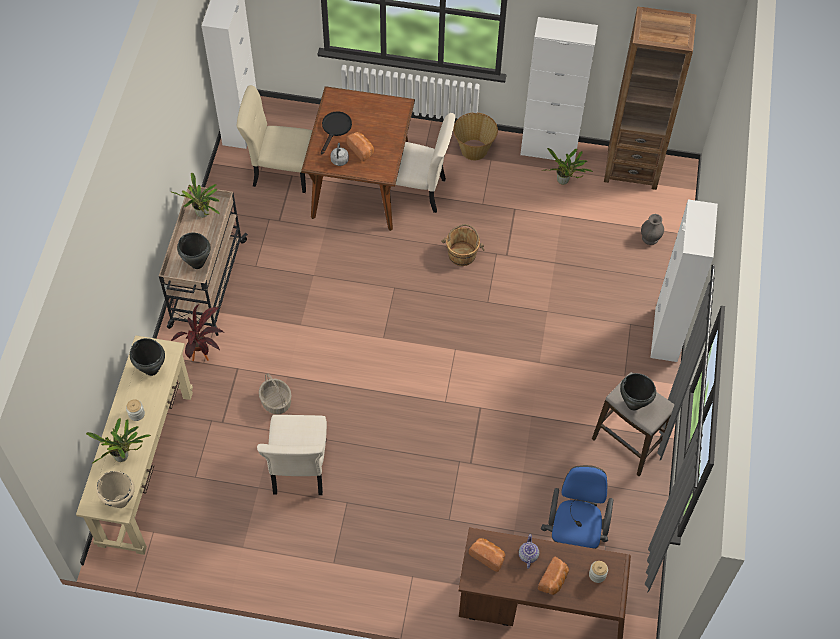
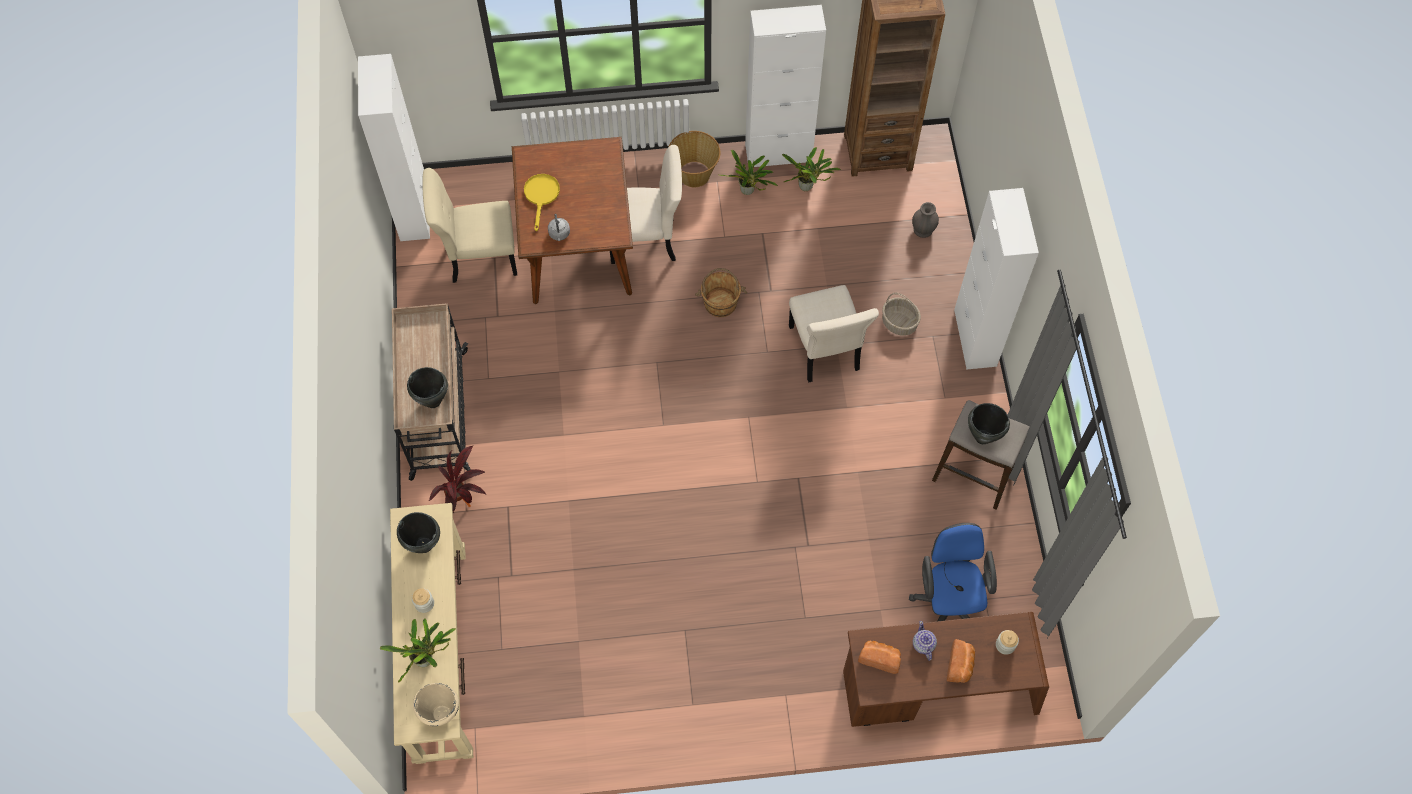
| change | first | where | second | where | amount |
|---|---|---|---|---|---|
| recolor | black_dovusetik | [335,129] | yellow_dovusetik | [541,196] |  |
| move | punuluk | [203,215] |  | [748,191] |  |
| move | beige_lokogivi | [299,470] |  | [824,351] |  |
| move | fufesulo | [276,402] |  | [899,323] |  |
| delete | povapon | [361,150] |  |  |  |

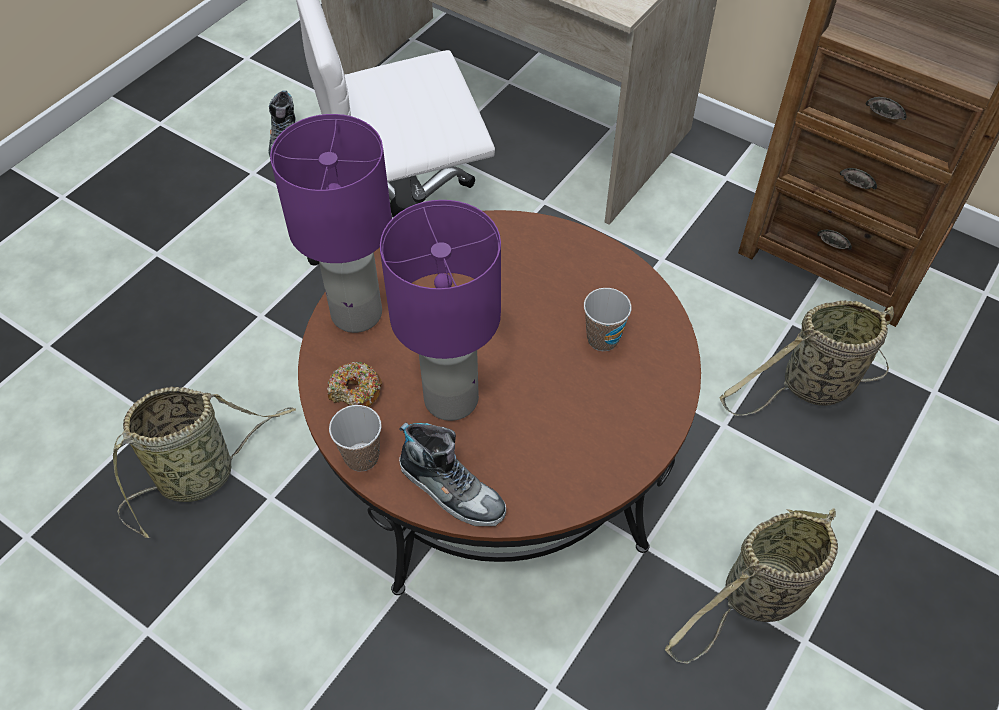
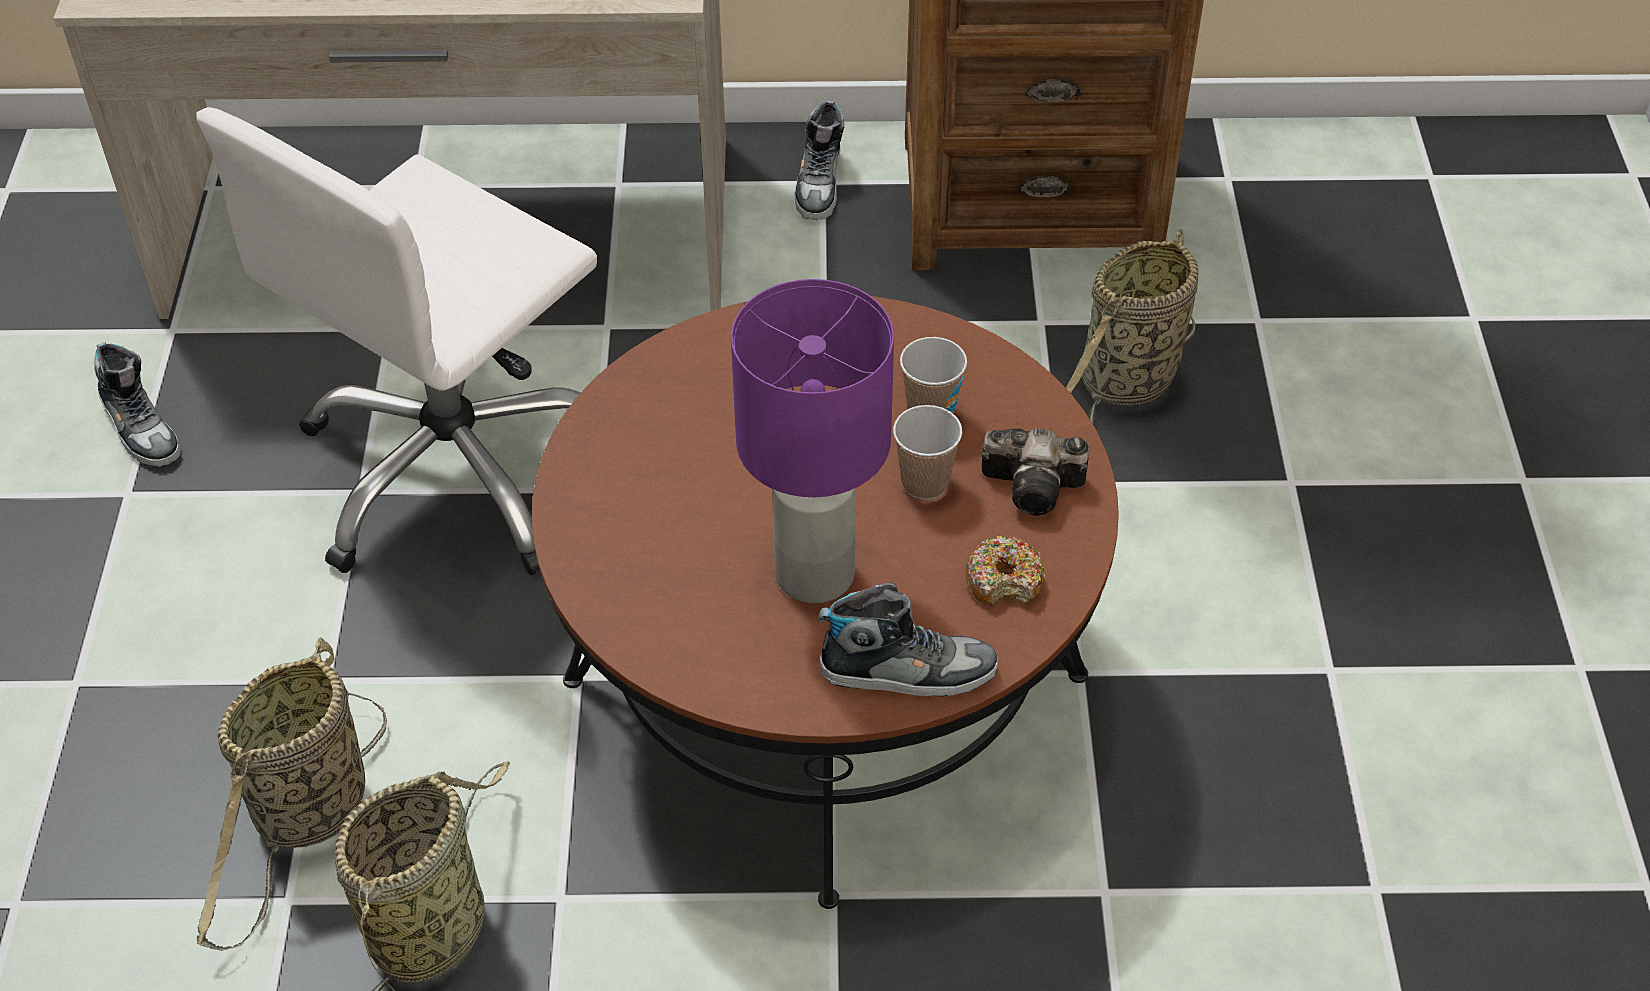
| change | first | where | second | where | amount |
|---|---|---|---|---|---|
| move | fufesulo | [758,598] |  | [309,817] |  |
| insert |  |  | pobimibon | [820,183] |  |
| move | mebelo | [361,457] |  | [925,483] |  |
| move | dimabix | [355,392] |  | [1004,580] |  |
| insert |  |  | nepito | [1037,487] |  |
| delete | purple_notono | [357,314] |  |  |  |

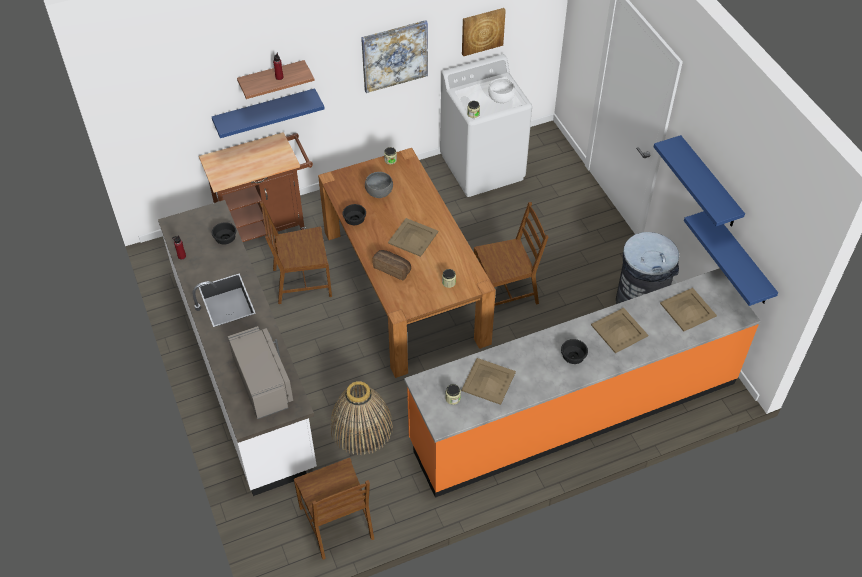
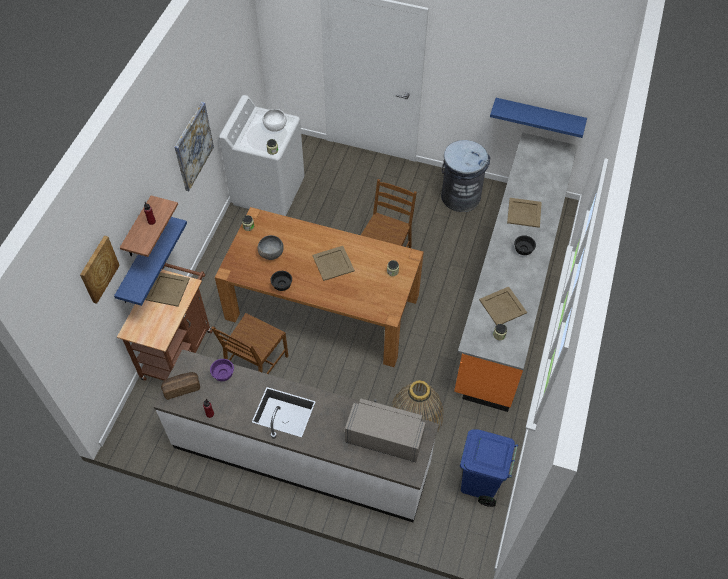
| change | first | where | second | where | amount |
|---|---|---|---|---|---|
| move | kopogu | [482,31] |  | [98,269] |  |
| move | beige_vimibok | [687,310] |  | [168,289] |  |
| move | povapon | [392,268] |  | [181,387] |  |
| recolor | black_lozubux | [226,239] | purple_lozubux | [224,373] |  |
| replace | brown_lokogivi | [338,523] | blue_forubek | [480,483] |  |
| delete | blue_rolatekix | [709,183] |  |  |  |

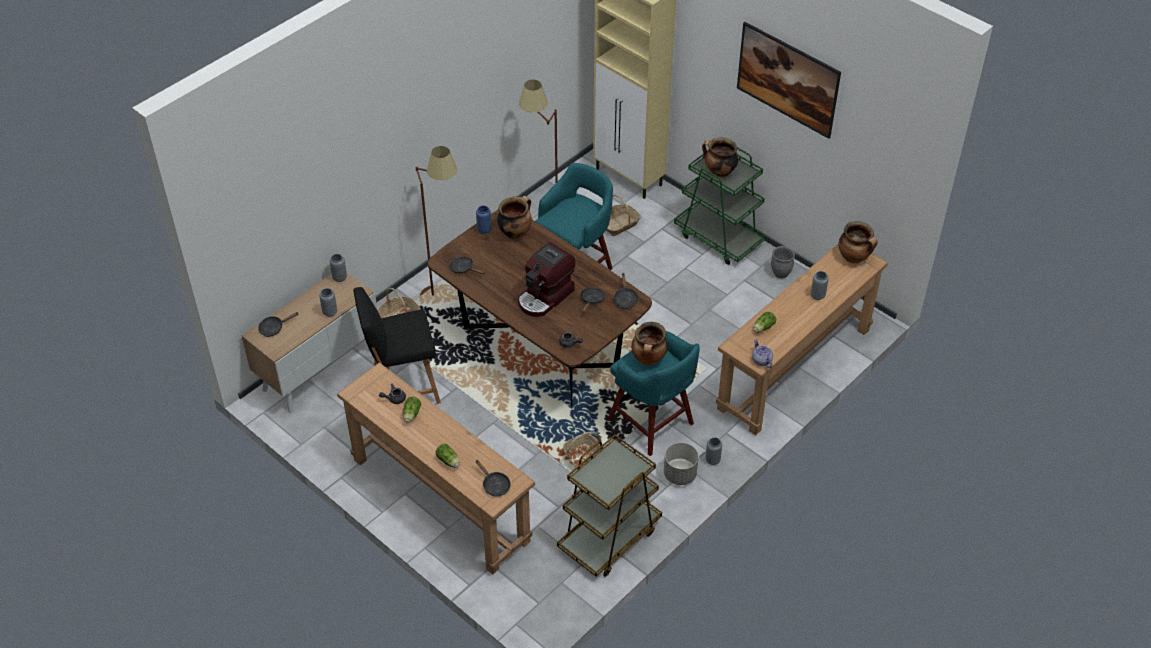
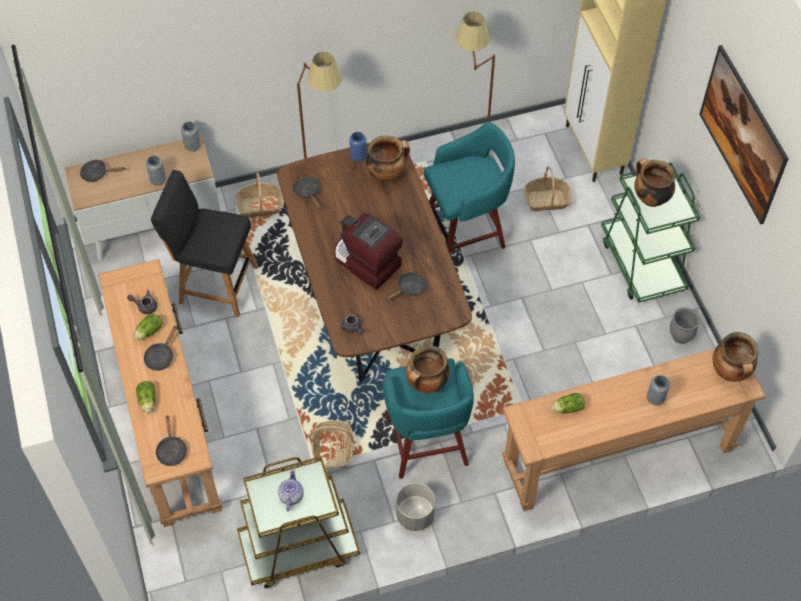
| change | first | where | second | where | amount |
|---|---|---|---|---|---|
| move | black_dovusetik | [625,299] |  | [161,356] |  |
| move | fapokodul | [761,360] |  | [291,495] |  |
| rotate | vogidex | [545,297] |  | [366,263] | 60 degrees clockwise |
| delete | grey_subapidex | [712,460] |  |  |  |

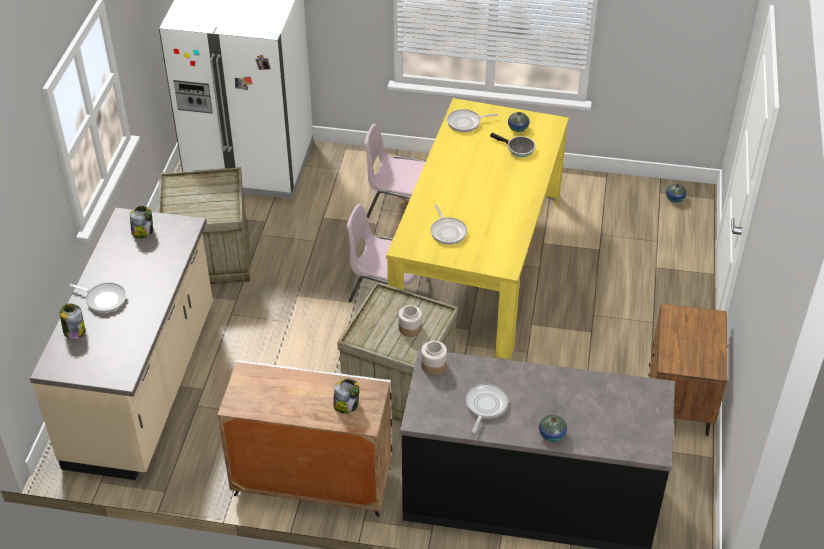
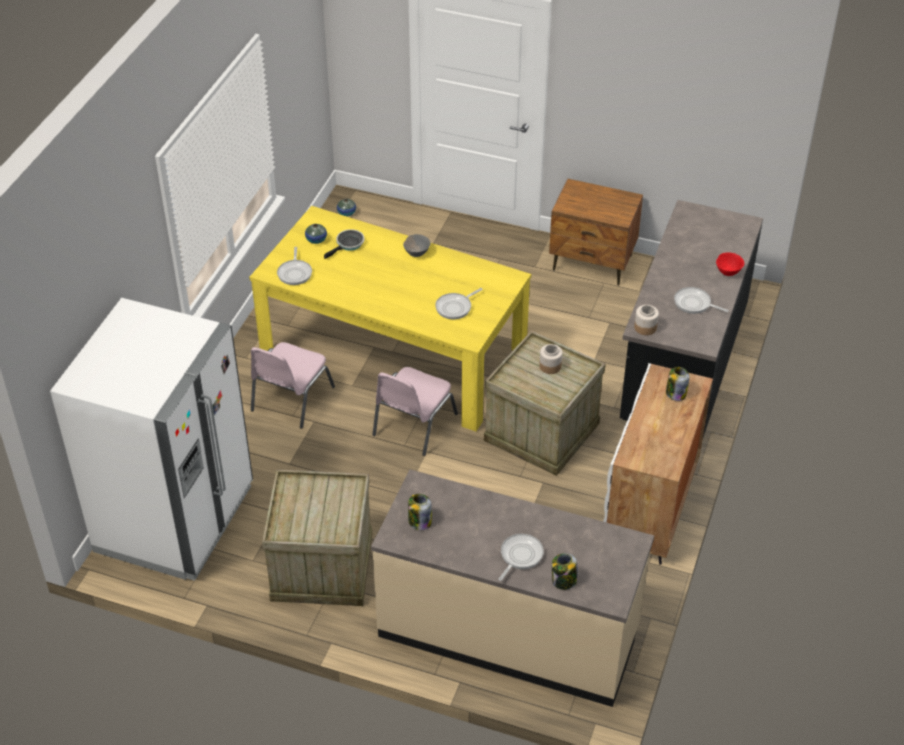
| change | first | where | second | where | amount |
|---|---|---|---|---|---|
| insert |  |  | grey_lozubux | [416,253] |  |
| rotate | dovusetik | [447,231] |  | [455,307] | 150 degrees clockwise |
| replace | subapidex | [552,434] | red_lozubux | [727,272] |  |

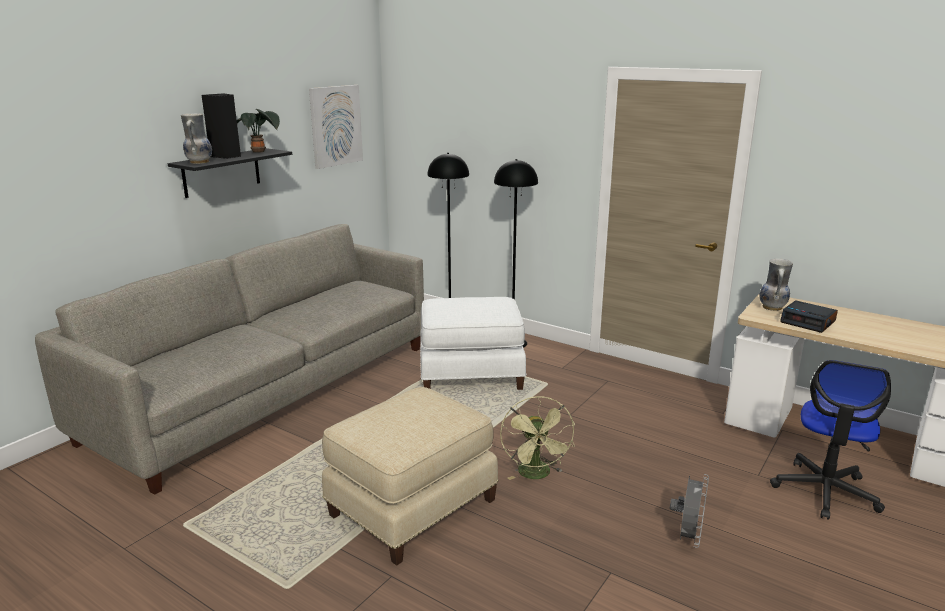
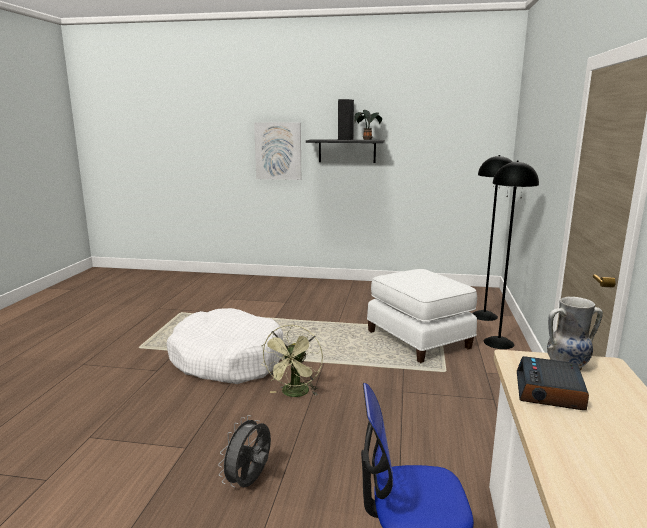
| change | first | where | second | where | amount |
|---|---|---|---|---|---|
| replace | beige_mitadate | [411,506] | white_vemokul | [227,359] |  |
| rotate | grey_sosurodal | [687,537] |  | [249,482] | 120 degrees clockwise |
| move | kopogu | [335,126] |  | [278,151] |  |
| rotate | green_sosurodal | [537,475] |  | [294,394] | 45 degrees counterclockwise |
| delete | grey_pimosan | [268,391] |  |  |  |
| delete | subapidex | [199,162] |  |  |  |

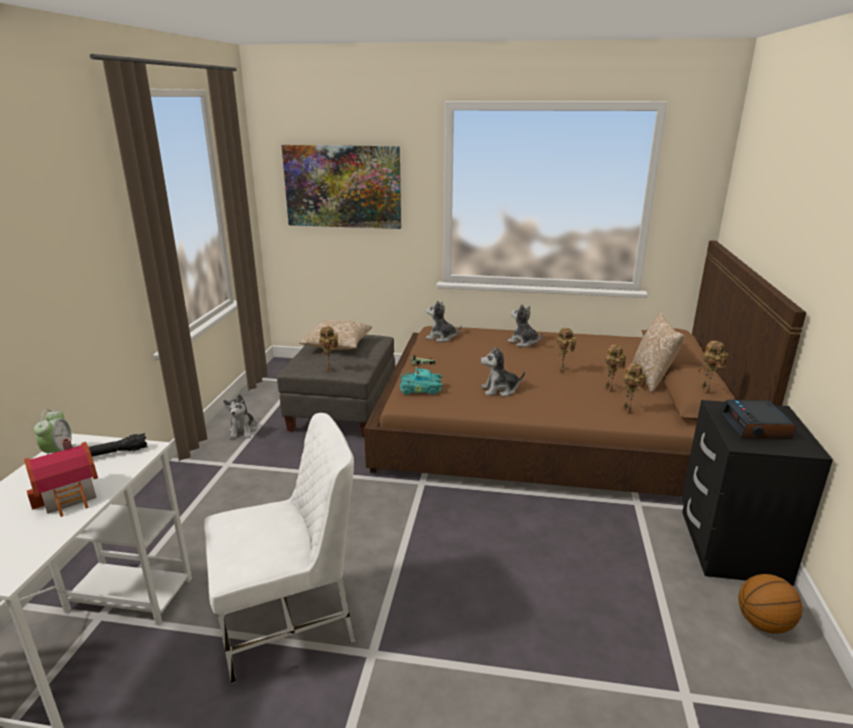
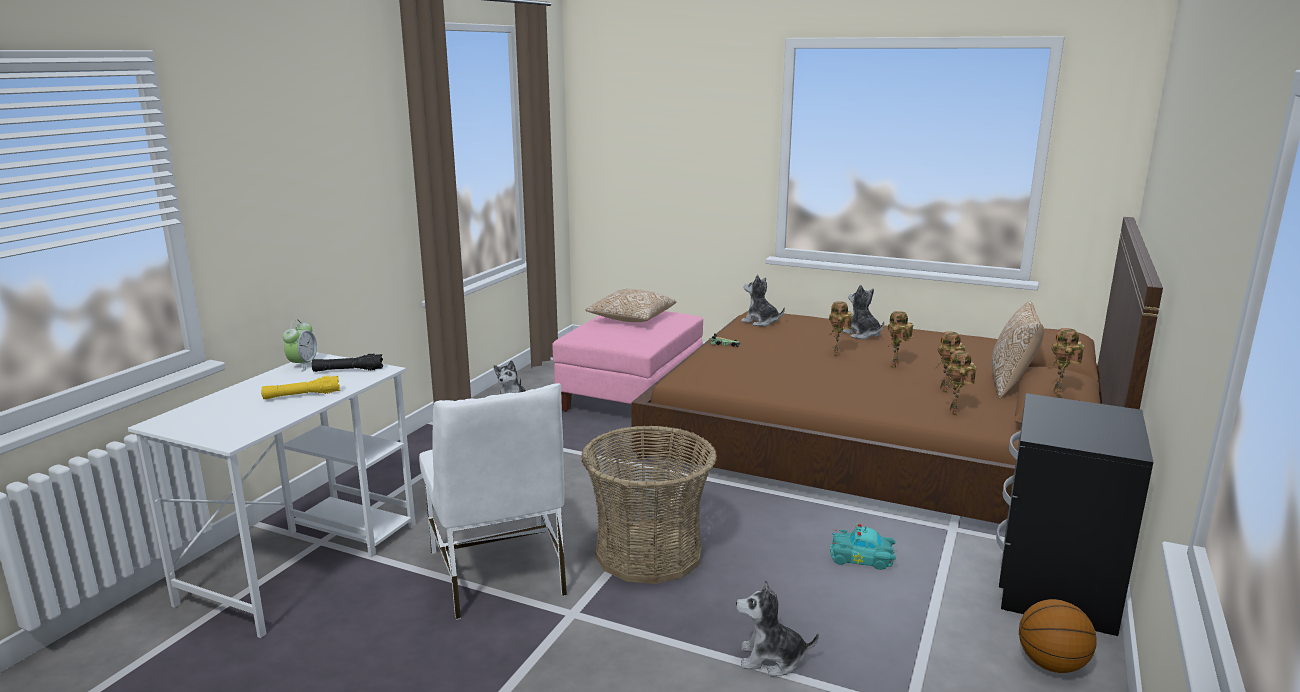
| change | first | where | second | where | amount |
|---|---|---|---|---|---|
| replace | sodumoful | [71,496] | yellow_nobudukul | [301,395] |  |
| rotate | white_lokogivi | [289,621] |  | [499,574] | 75 degrees clockwise |
| recolor | grey_mitadate | [343,409] | pink_mitadate | [632,397] |  |
| insert |  |  | fufesulo | [649,553] |  |
| move | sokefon | [500,390] |  | [771,659] |  |
| move | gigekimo | [330,369] |  | [837,354] |  |
| move | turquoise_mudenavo | [422,389] |  | [863,559] |  |
| delete | kopogu | [342,186] |  |  |  |
| delete | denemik | [755,427] |  |  |  |

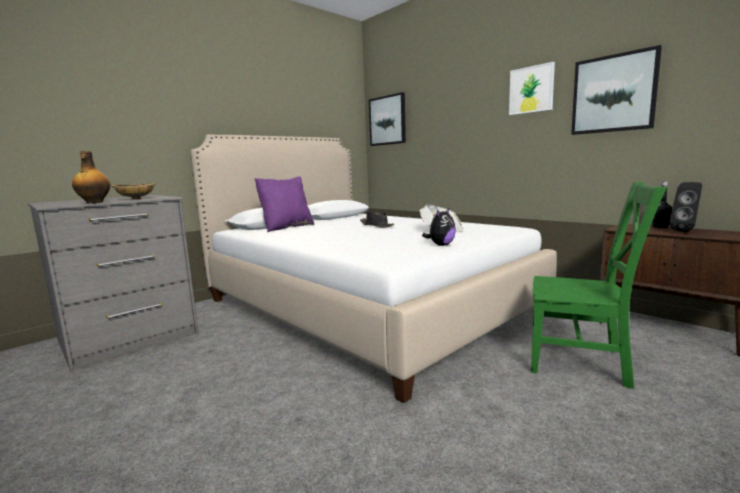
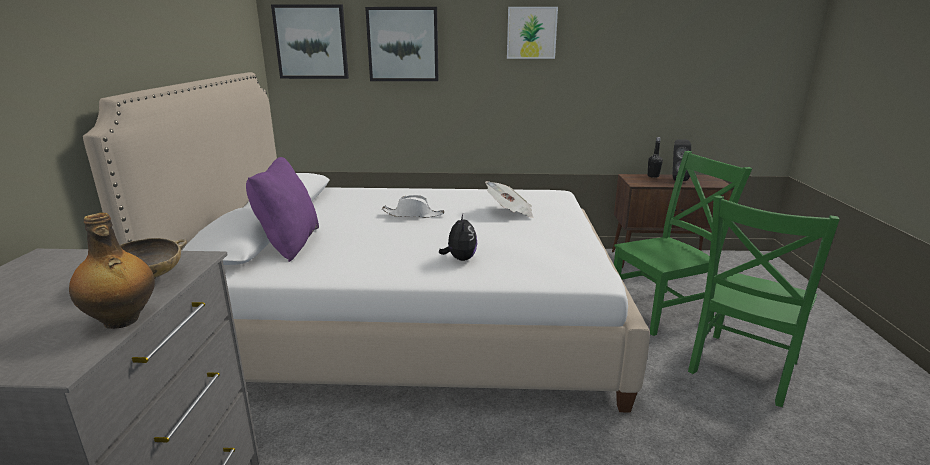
| change | first | where | second | where | amount |
|---|---|---|---|---|---|
| move | kopogu | [613,94] |  | [403,44] |  |
| recolor | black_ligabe | [376,225] | white_ligabe | [413,214] |  |
| move | sokefon | [441,245] |  | [460,259] |  |
| insert |  |  | green_lokogivi | [741,369] |  |

